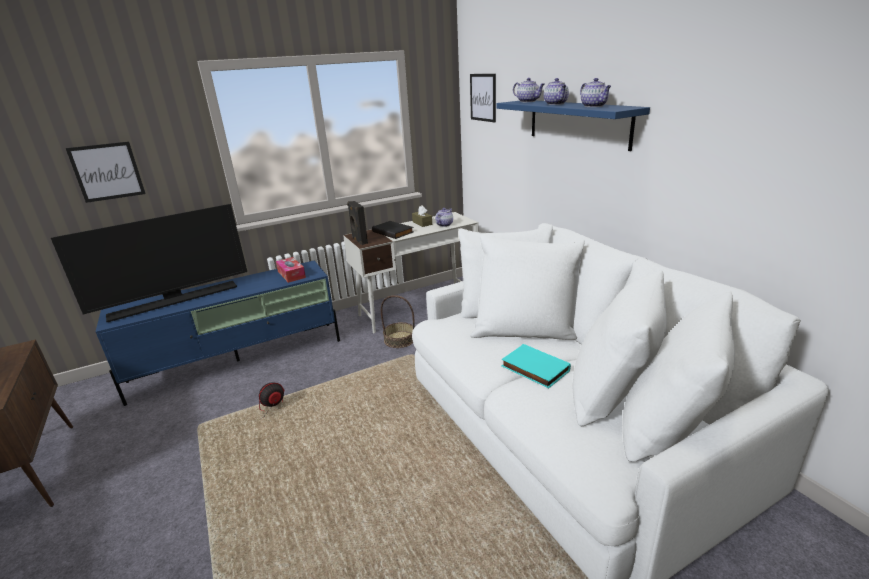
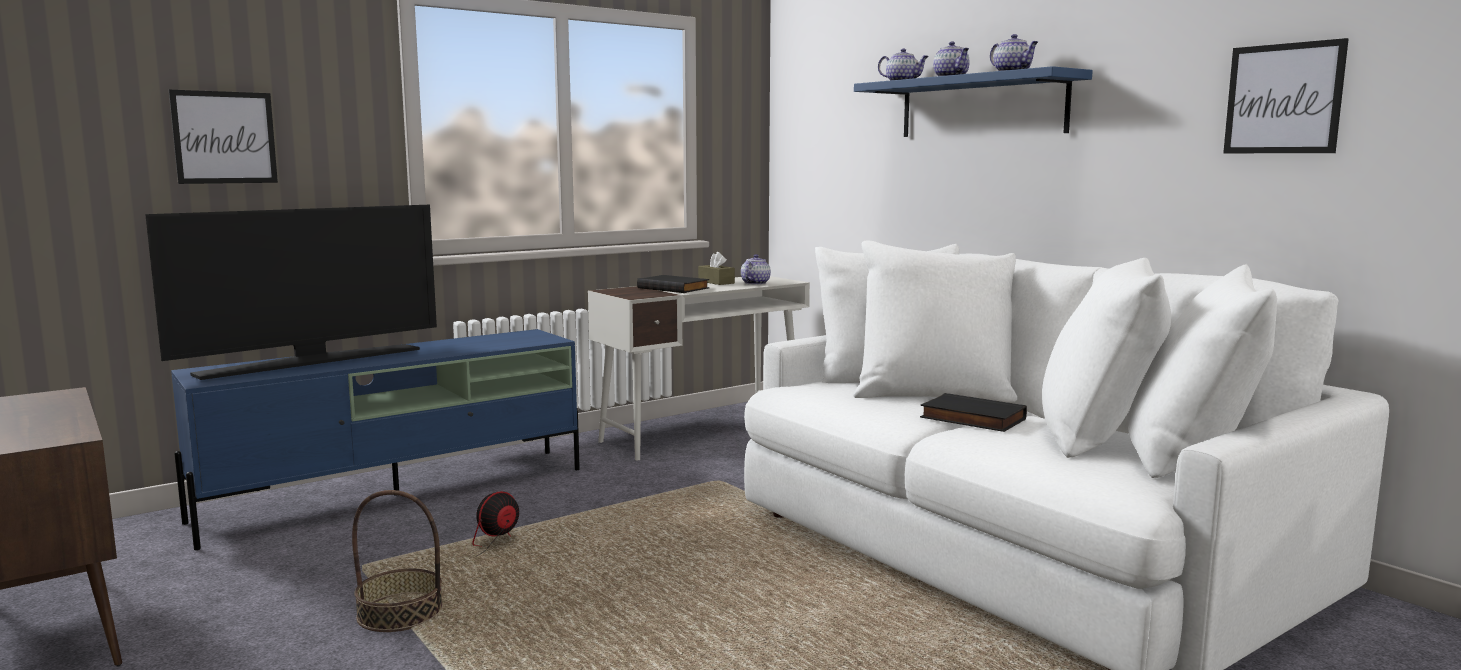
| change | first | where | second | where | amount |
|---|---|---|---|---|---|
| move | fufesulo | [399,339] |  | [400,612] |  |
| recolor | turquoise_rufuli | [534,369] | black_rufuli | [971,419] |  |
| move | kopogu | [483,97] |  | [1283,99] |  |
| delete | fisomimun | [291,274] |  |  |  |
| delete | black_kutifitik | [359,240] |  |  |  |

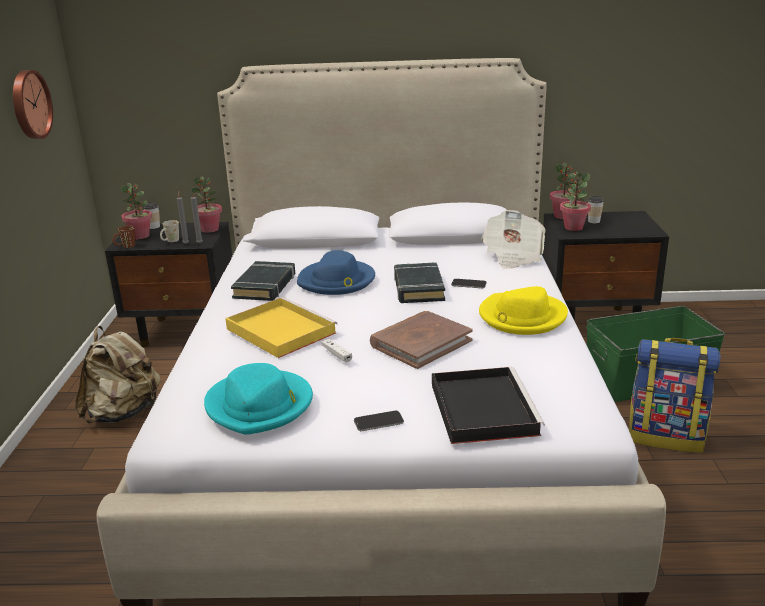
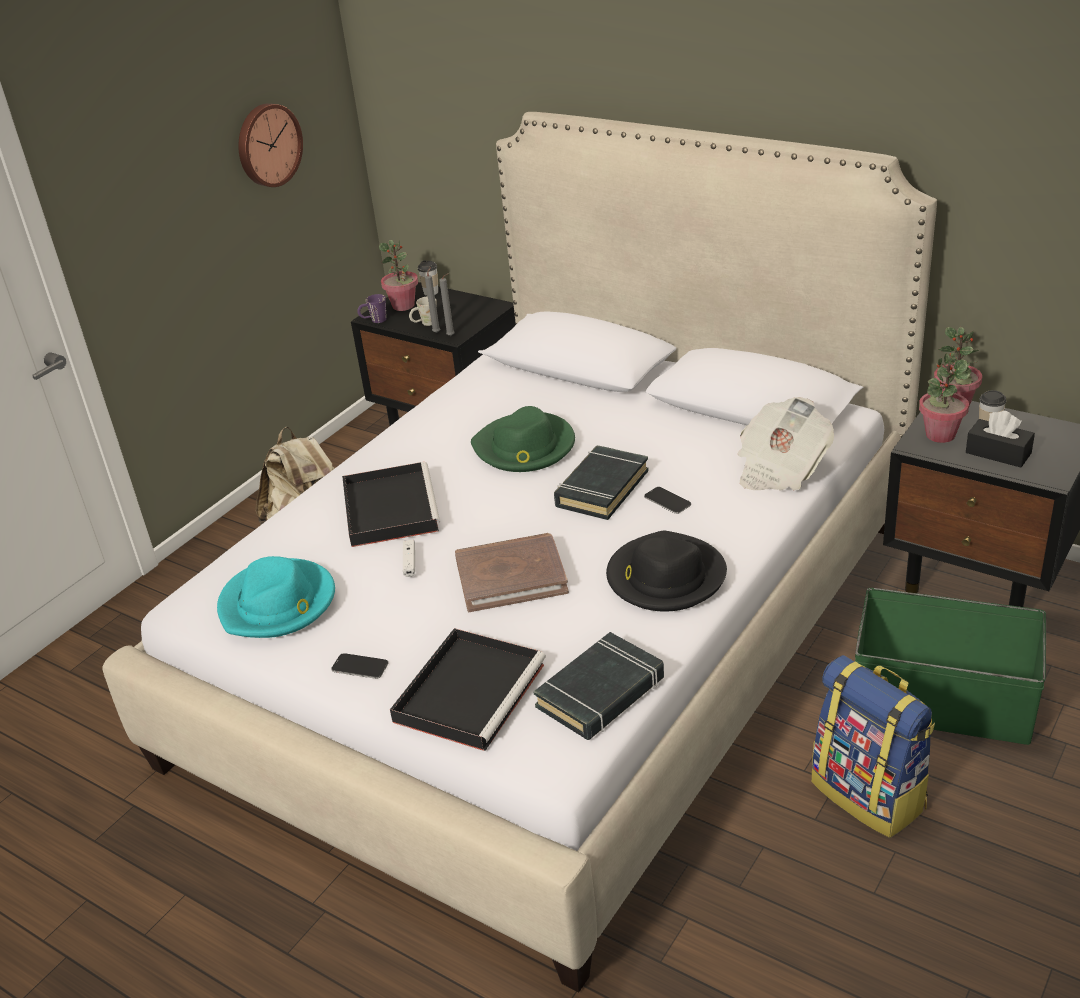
| change | first | where | second | where | amount |
|---|---|---|---|---|---|
| recolor | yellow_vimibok | [279,330] | black_vimibok | [389,507] |  |
| recolor | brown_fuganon | [125,247] | purple_fuganon | [374,320] |  |
| recolor | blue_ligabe | [337,281] | green_ligabe | [525,447] |  |
| move | black_rufuli | [265,286] |  | [601,693] |  |
| recolor | yellow_ligabe | [521,317] | black_ligabe | [665,577] |  |
| insert |  |  | black_fisomimun | [998,453] |  |
| delete | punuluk | [210,229] |  |  |  |

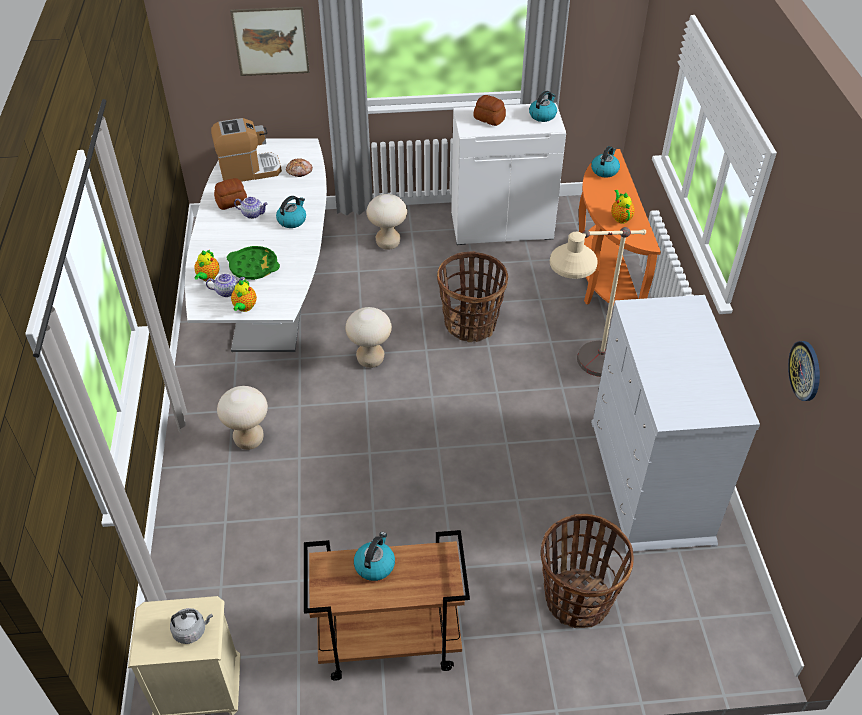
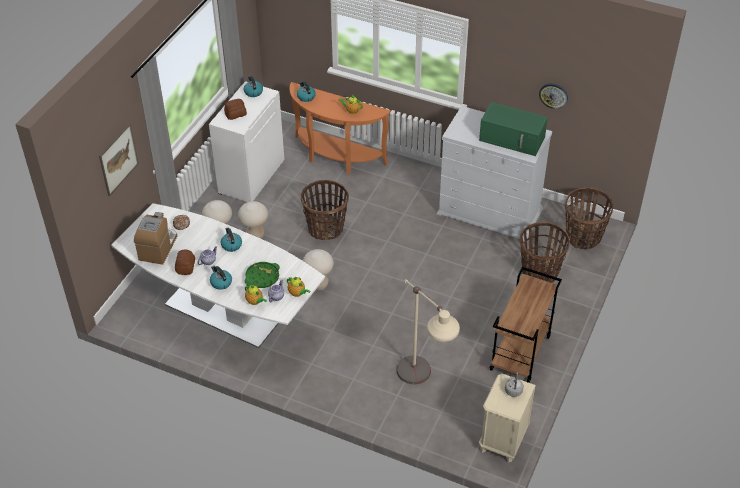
| change | first | where | second | where | amount |
|---|---|---|---|---|---|
| move | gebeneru | [374,565] |  | [221,282] |  |
| move | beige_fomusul | [249,440] |  | [255,235] |  |
| move | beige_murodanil | [581,378] |  | [423,389] |  |
| insert |  |  | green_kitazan | [513,139] |  |
| insert |  |  | fufesulo | [583,237] |  |

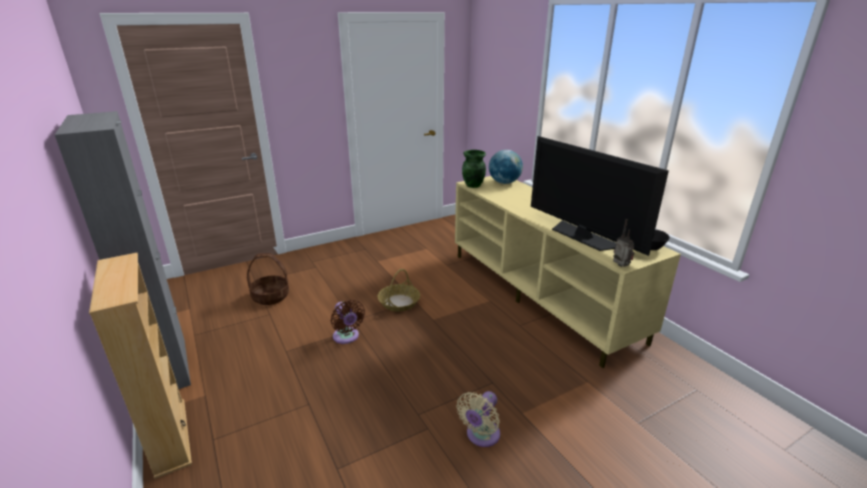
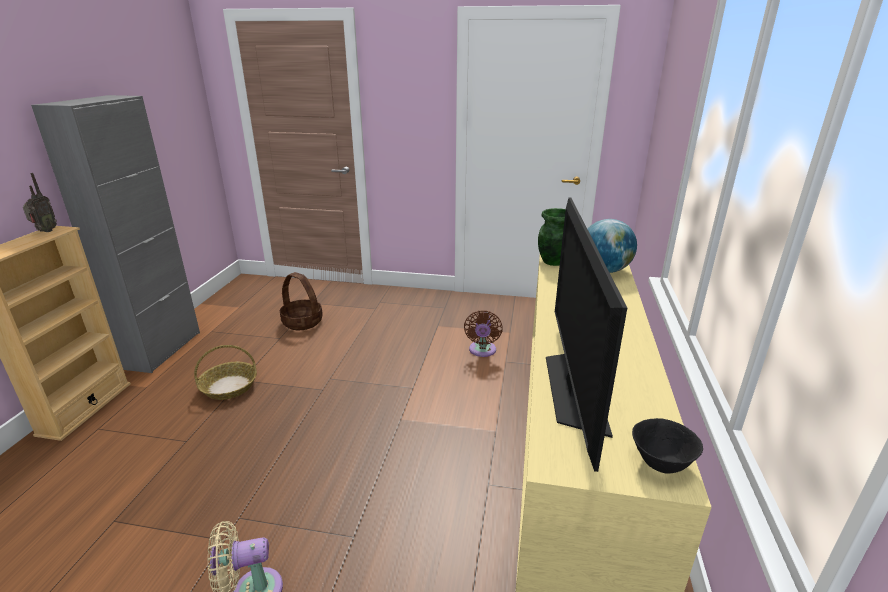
| change | first | where | second | where | amount |
|---|---|---|---|---|---|
| move | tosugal | [619,266] |  | [45,231] |  |
| move | fufesulo | [399,302] |  | [228,387] |  |
| move | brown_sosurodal | [347,337] |  | [482,351] |  |

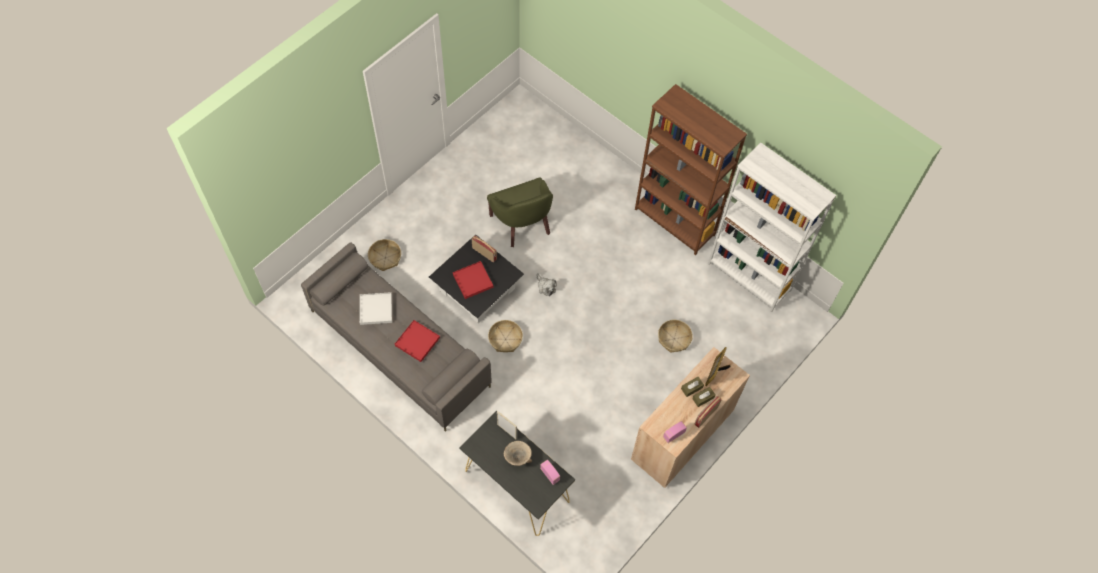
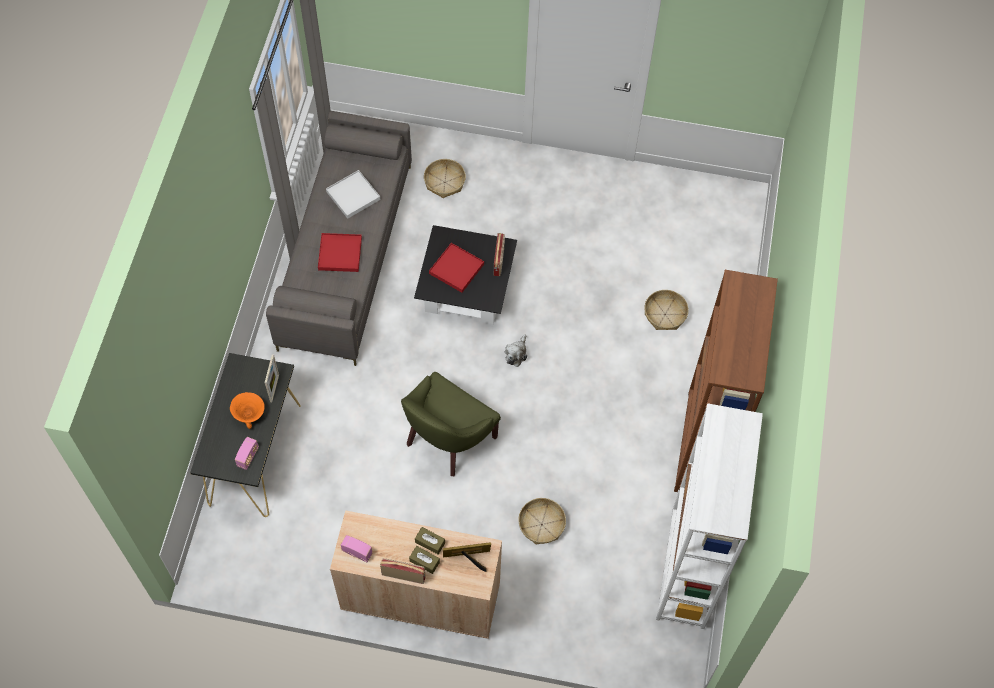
| change | first | where | second | where | amount |
|---|---|---|---|---|---|
| recolor | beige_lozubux | [517,457] | orange_lozubux | [250,414] |  |
| move | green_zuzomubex | [523,224] |  | [447,439] |  |
| move | fufesulo | [505,339] |  | [665,314] |  |

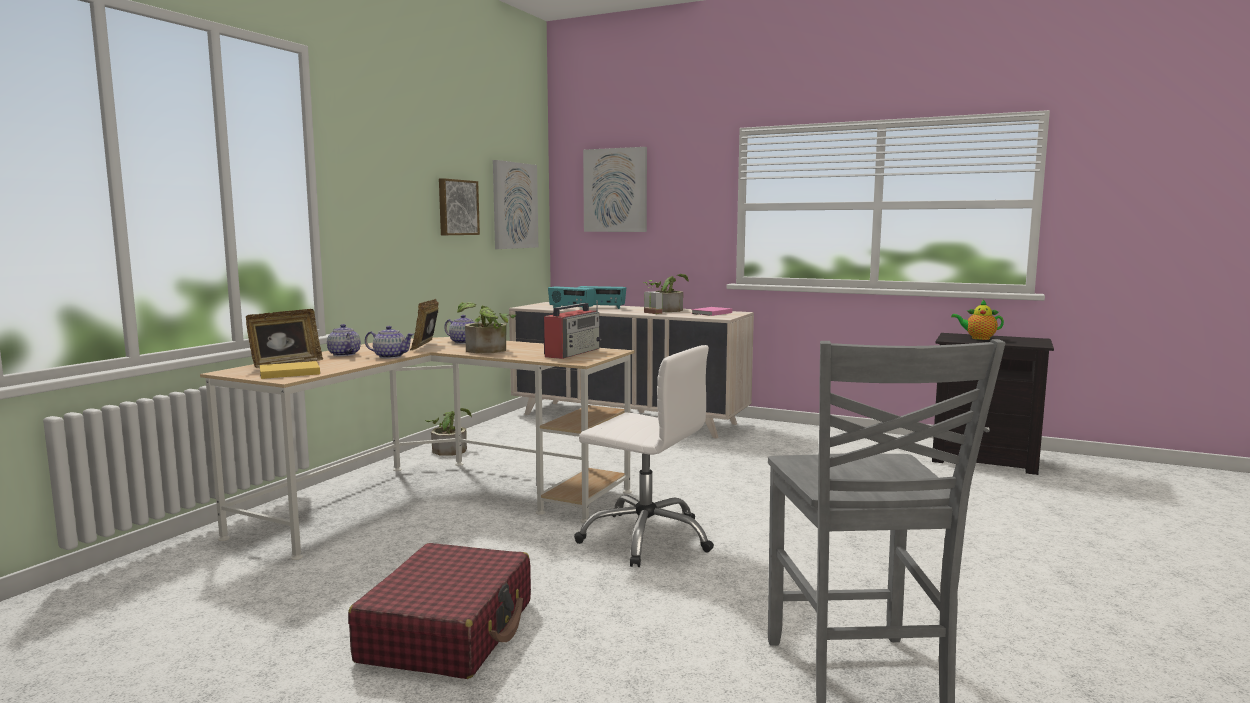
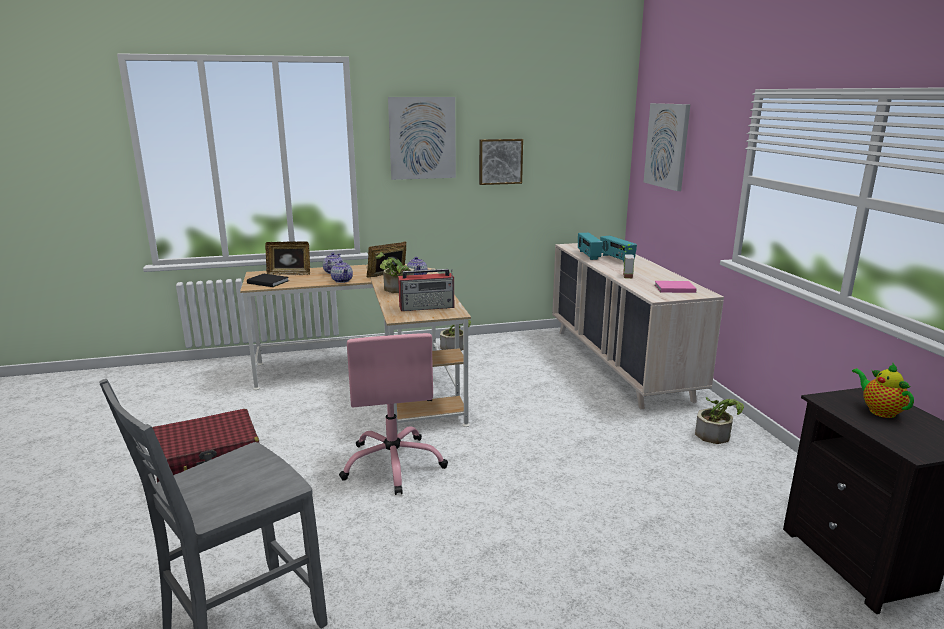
| change | first | where | second | where | amount |
|---|---|---|---|---|---|
| recolor | yellow_rufuli | [288,373] | black_rufuli | [267,282] |  |
| recolor | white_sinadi | [646,538] | pink_sinadi | [393,464] |  |
| move | kopogu | [514,205] |  | [422,138] |  |
| move | punuluk | [668,310] |  | [716,434] |  |

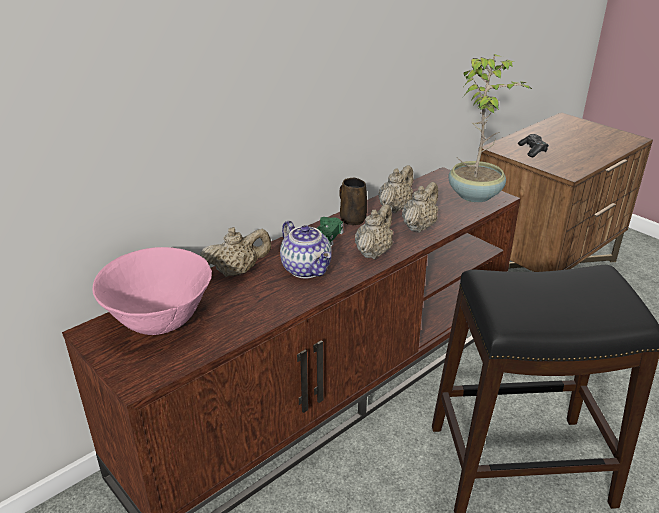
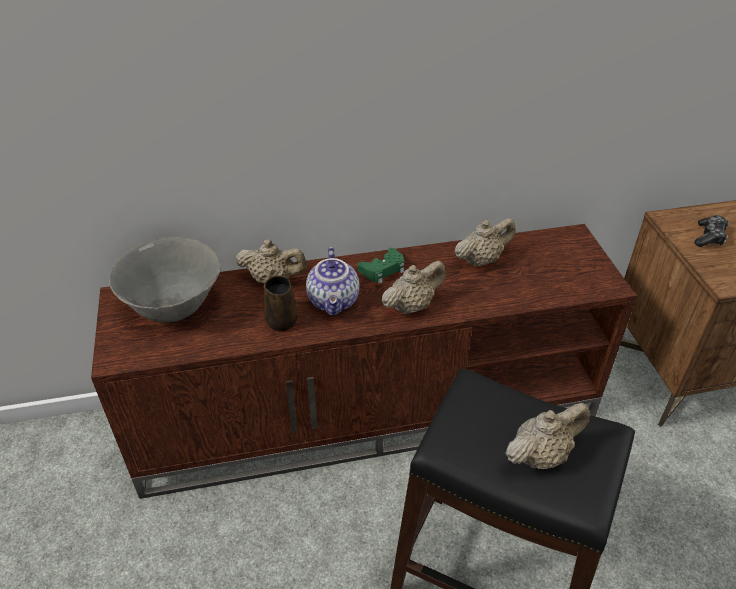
| change | first | where | second | where | amount |
|---|---|---|---|---|---|
| recolor | pink_lozubux | [160,320] | grey_lozubux | [174,307] |  |
| move | brown_fuganon | [352,219] |  | [282,320] |  |
| move | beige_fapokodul | [419,226] |  | [541,455] |  |
| delete | punuluk | [476,194] |  |  |  |

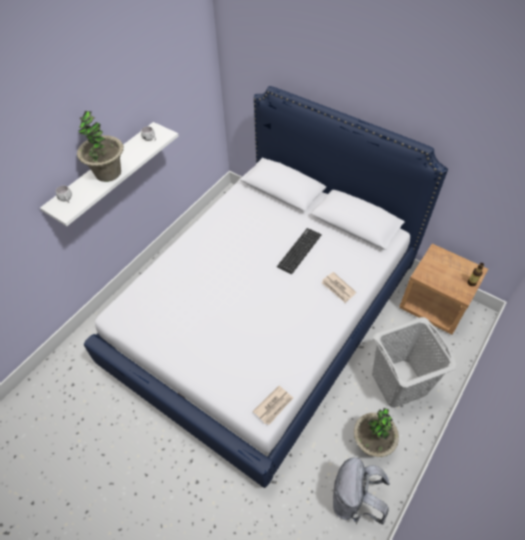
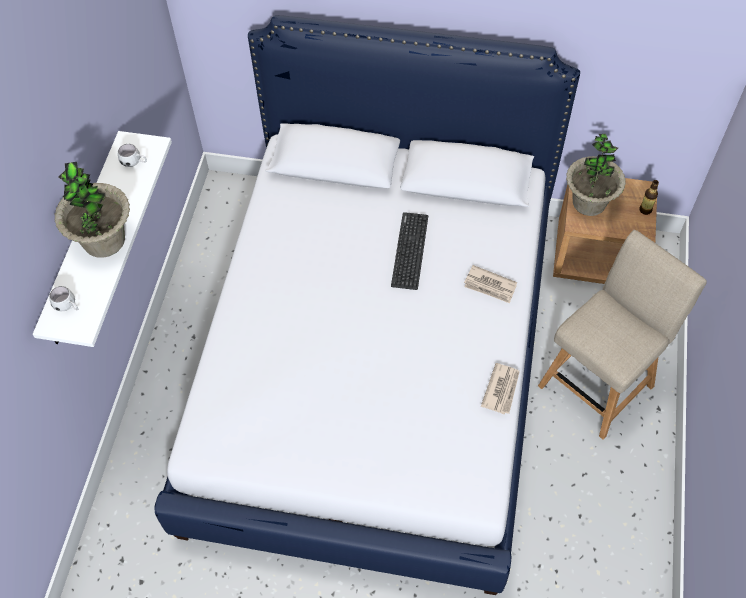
| change | first | where | second | where | amount |
|---|---|---|---|---|---|
| move | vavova | [274,405] |  | [501,389] |  |
| replace | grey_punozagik | [399,383] | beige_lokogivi | [599,382] |  |
| move | punuluk | [371,443] |  | [589,202] |  |
| delete | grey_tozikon | [354,500] |  |  |  |

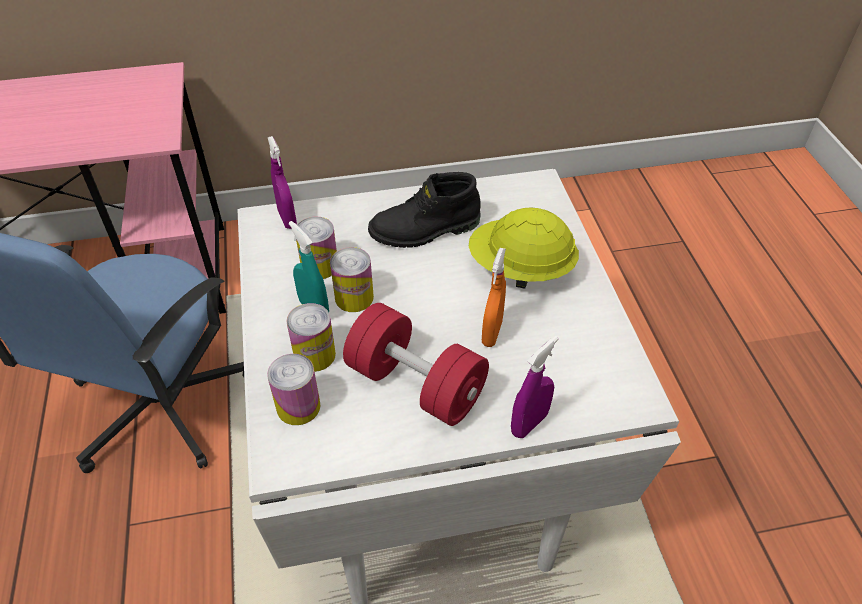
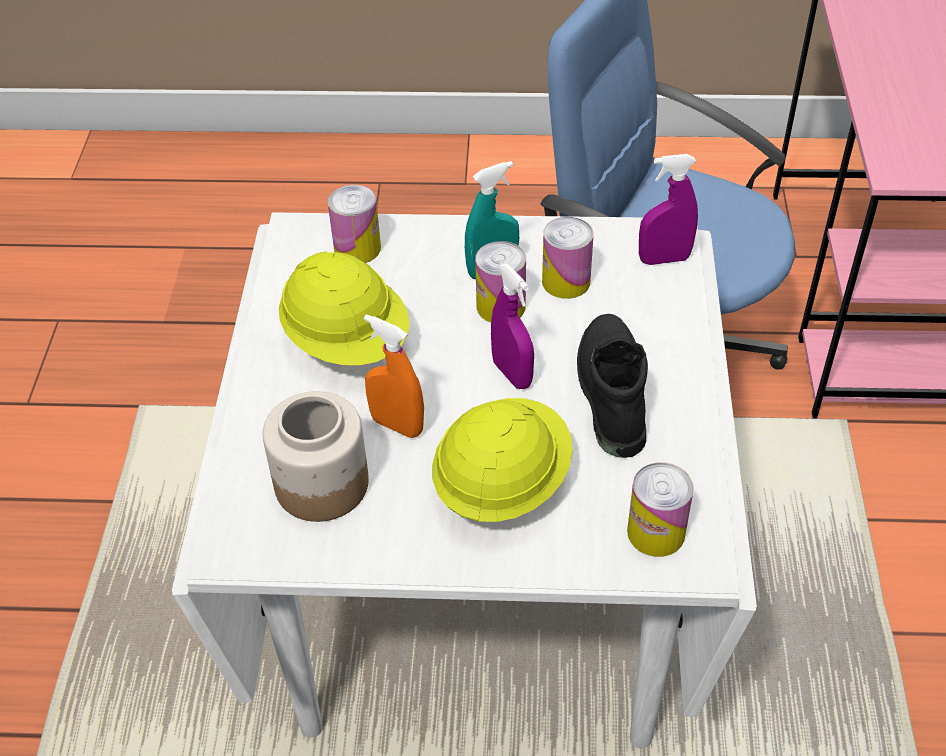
| change | first | where | second | where | amount |
|---|---|---|---|---|---|
| insert |  |  | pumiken | [320,484] |  |
| replace | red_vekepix | [416,384] | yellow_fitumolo | [348,342] |  |
| move | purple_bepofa | [529,423] |  | [512,374] |  |
| move | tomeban | [315,355] |  | [656,532] |  |

